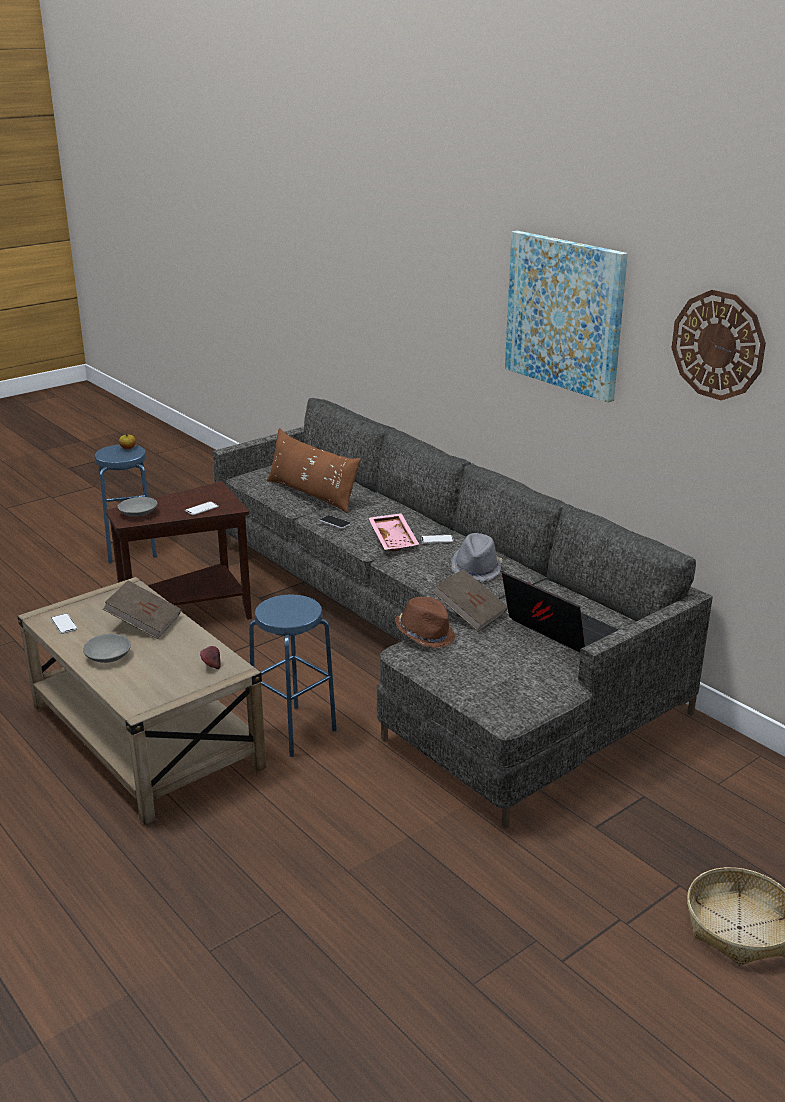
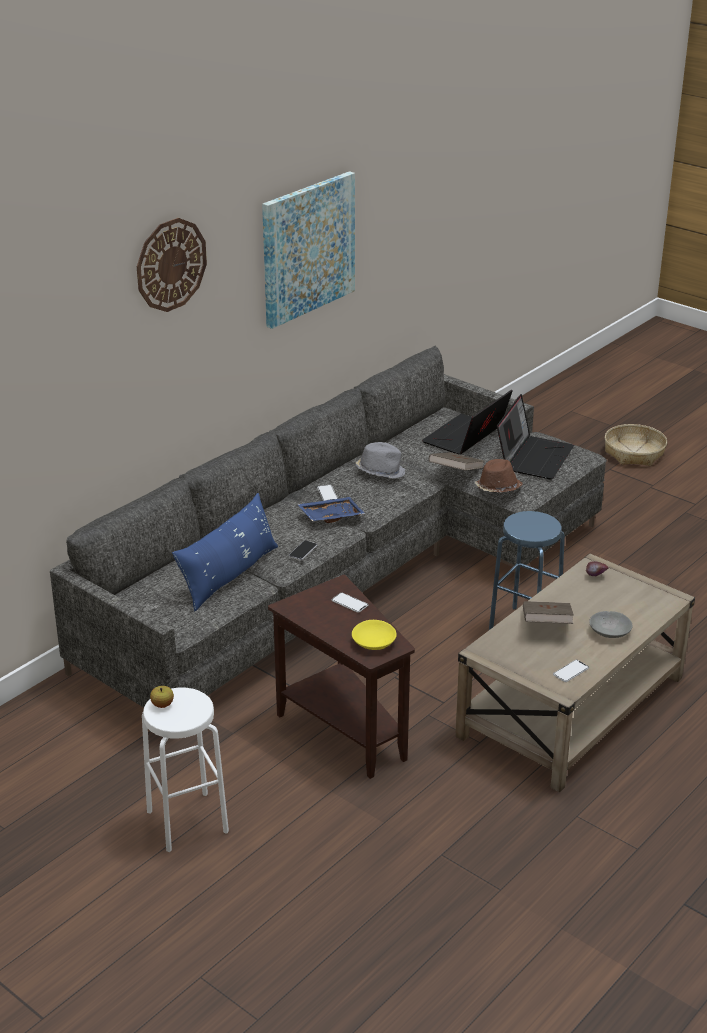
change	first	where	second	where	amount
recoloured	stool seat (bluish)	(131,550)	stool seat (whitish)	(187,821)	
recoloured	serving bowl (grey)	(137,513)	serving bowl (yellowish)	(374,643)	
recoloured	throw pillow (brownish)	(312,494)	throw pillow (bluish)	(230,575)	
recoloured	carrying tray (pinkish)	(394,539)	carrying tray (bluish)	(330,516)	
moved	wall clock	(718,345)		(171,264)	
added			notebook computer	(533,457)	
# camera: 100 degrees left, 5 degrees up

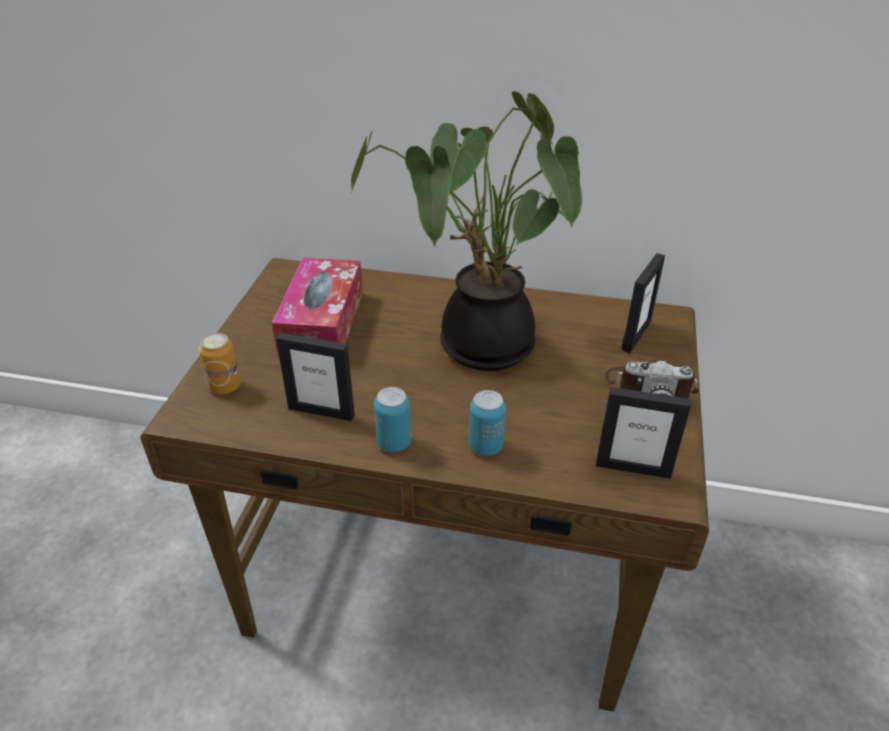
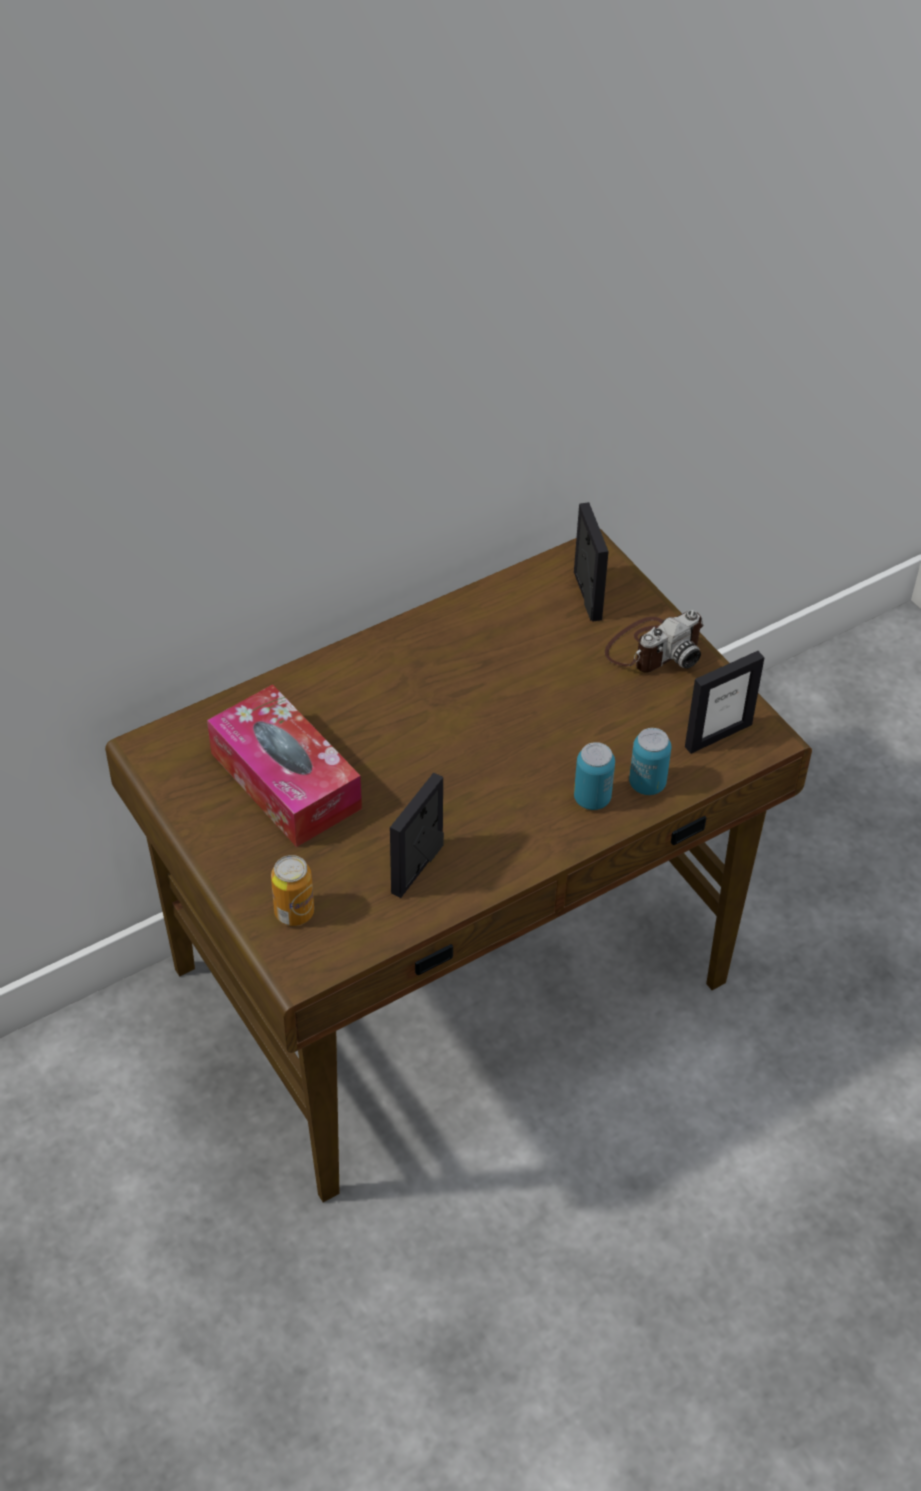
change	first	where	second	where	amount
turned	picture frame	(321,411)		(418,868)	150 degrees clockwise
removed	houseplant	(478,346)			
moved	sealed can	(394,443)		(647,784)	
# camera: 45 degrees left, 10 degrees up

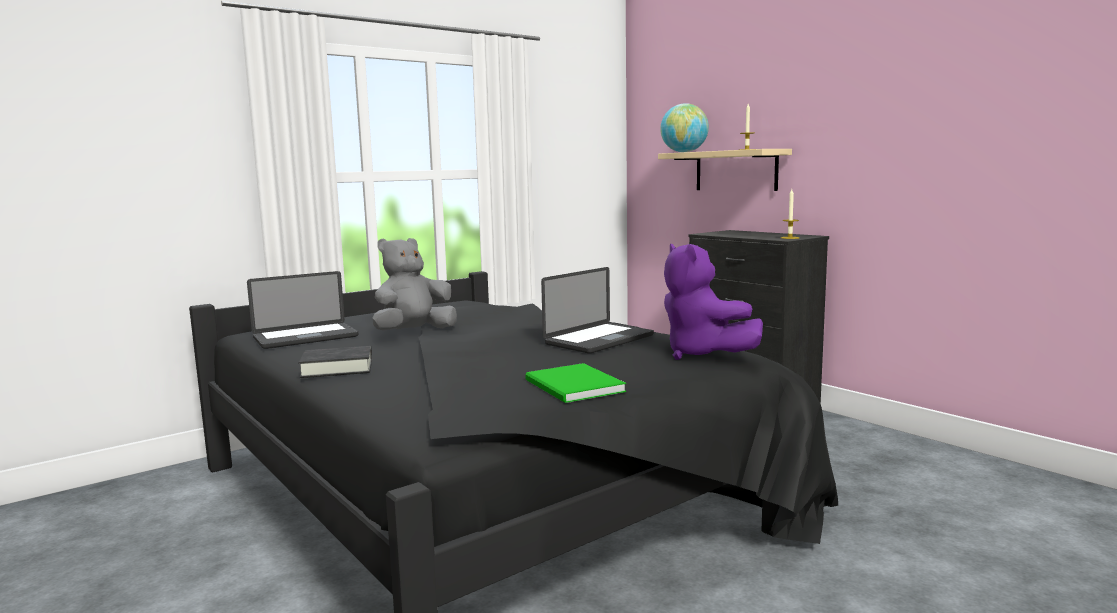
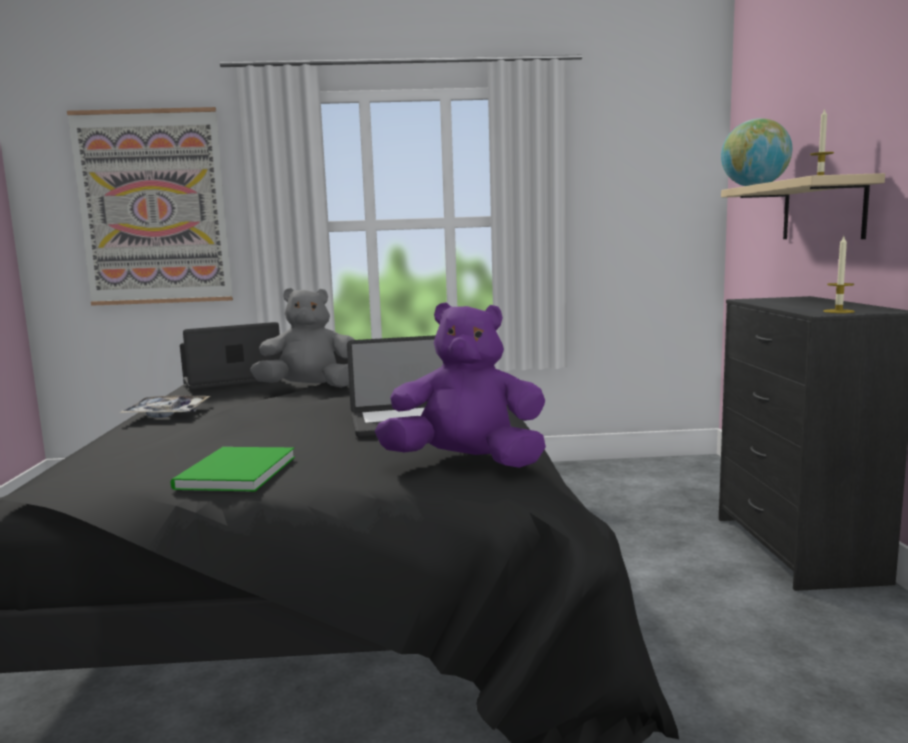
change	first	where	second	where	amount
turned	notebook computer	(306,337)		(233,381)	150 degrees clockwise
replaced	bound book (black)	(337,368)	carrying tray	(167,414)	
turned	cuddly toy (purplish)	(702,354)		(466,463)	90 degrees clockwise
added			wall picture	(153,208)	
# camera: 35 degrees right, 0 degrees up

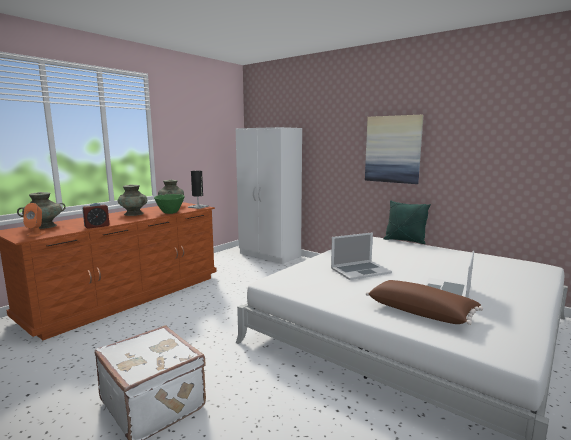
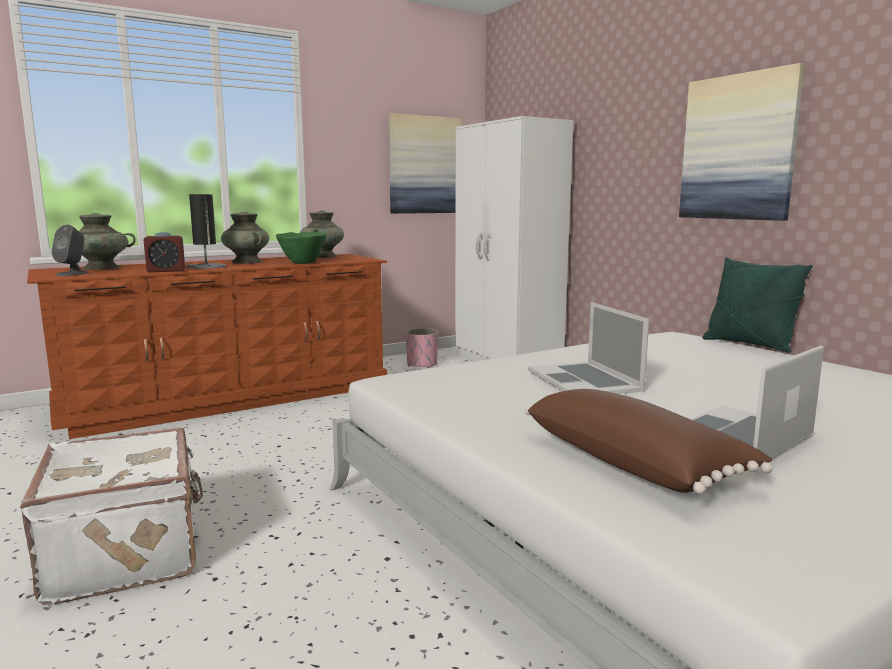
change	first	where	second	where	amount
recoloured	speaker (orange)	(36,234)	speaker (grey)	(73,274)	
moved	tabletop lamp (black)	(198,207)		(206,267)	
turned	notebook computer	(360,270)		(584,380)	75 degrees clockwise
added			wall picture	(425,165)	
added			flower pot (pinkish)	(422,364)	
# camera: 20 degrees right, 0 degrees up

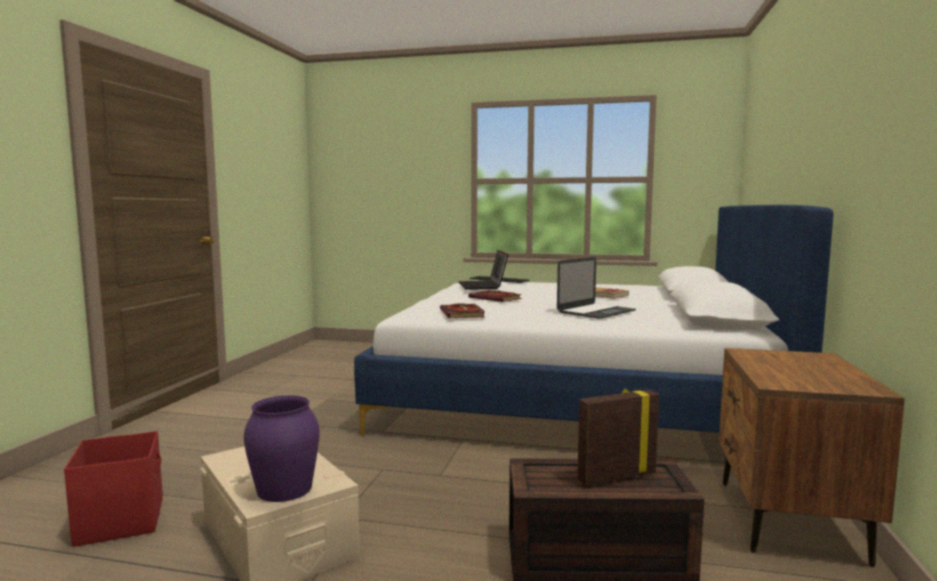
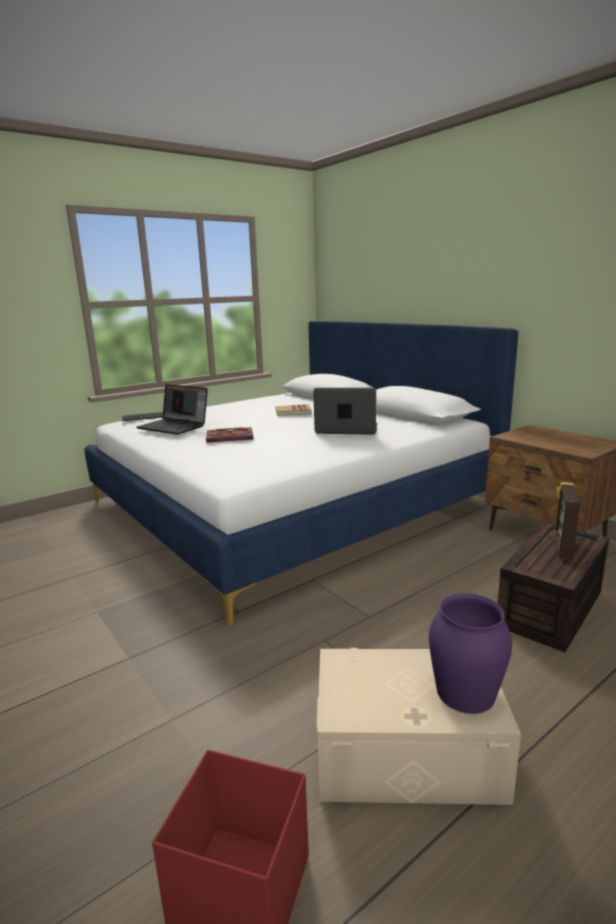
change	first	where	second	where	amount
removed	bound book	(463,314)			
turned	notebook computer	(596,311)		(346,429)	75 degrees counterclockwise
# camera: 50 degrees left, 10 degrees up

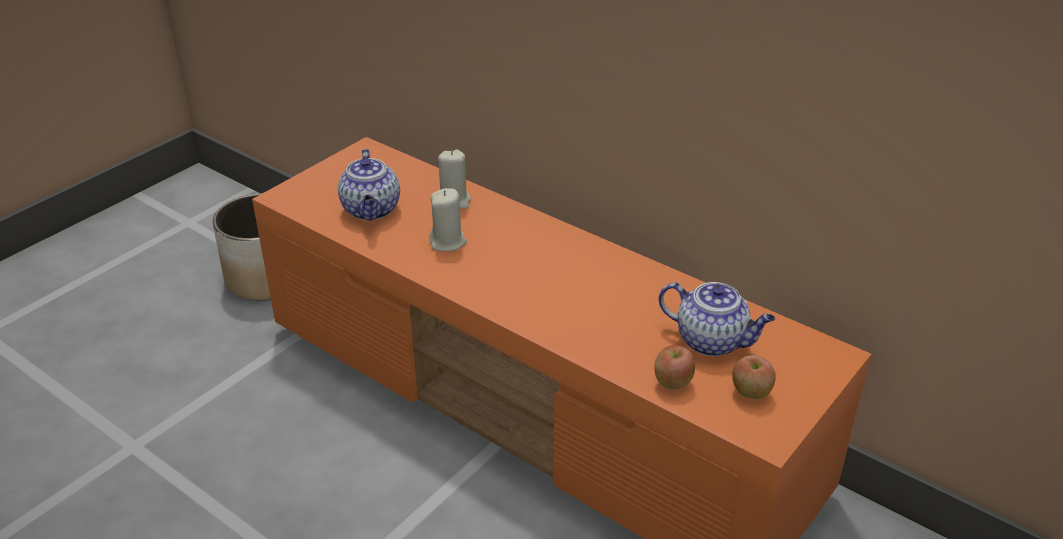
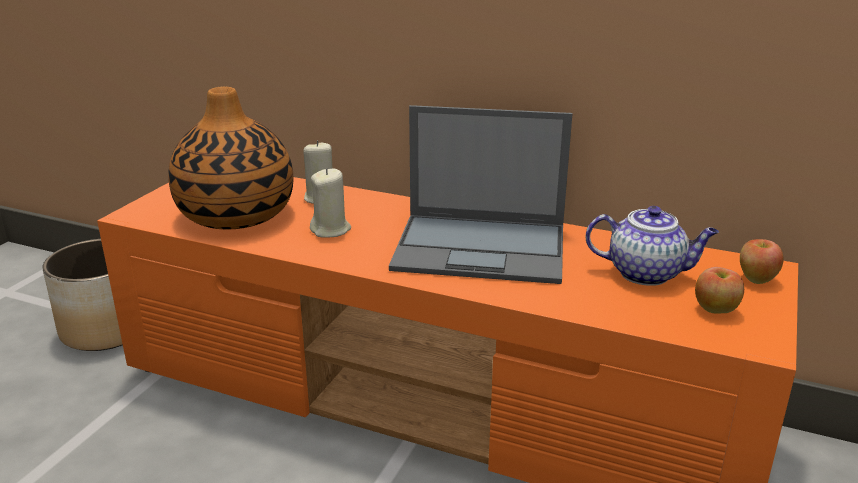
change	first	where	second	where	amount
replaced	pot for tea	(372,210)	flower vase	(237,215)	
moved	apple fruit	(672,382)		(756,279)	
added			notebook computer	(483,248)	
# camera: 15 degrees left, 10 degrees down

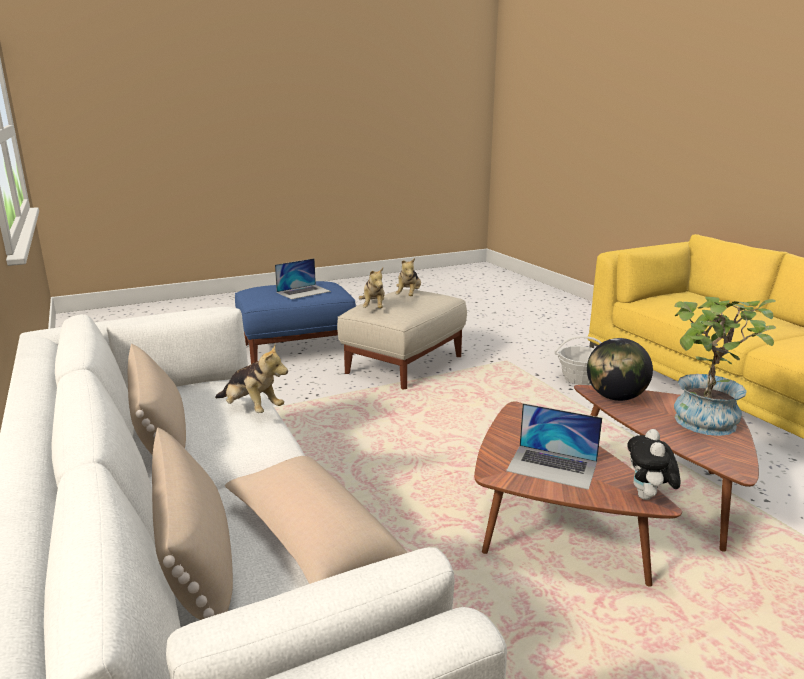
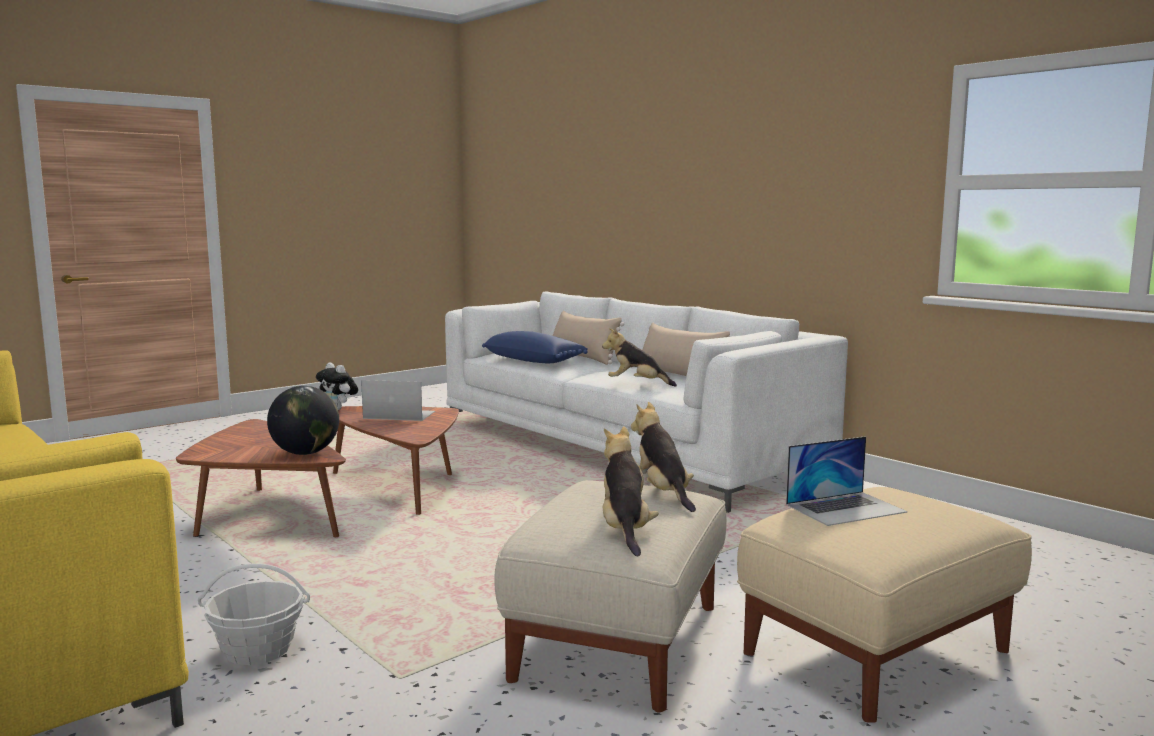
change	first	where	second	where	amount
recoloured	throw pillow (sand-coloured)	(311,543)	throw pillow (bluish)	(534,361)	
recoloured	ottoman (bluish)	(297,349)	ottoman (sand-coloured)	(874,651)	
turned	notebook computer	(304,292)		(845,508)	150 degrees counterclockwise
turned	cuddly toy	(648,497)		(338,409)	135 degrees clockwise
removed	houseplant	(703,425)			
# camera: 165 degrees right, 10 degrees down

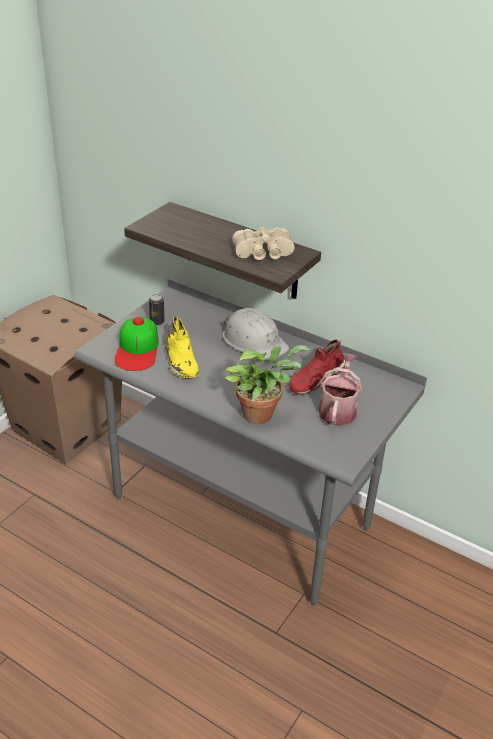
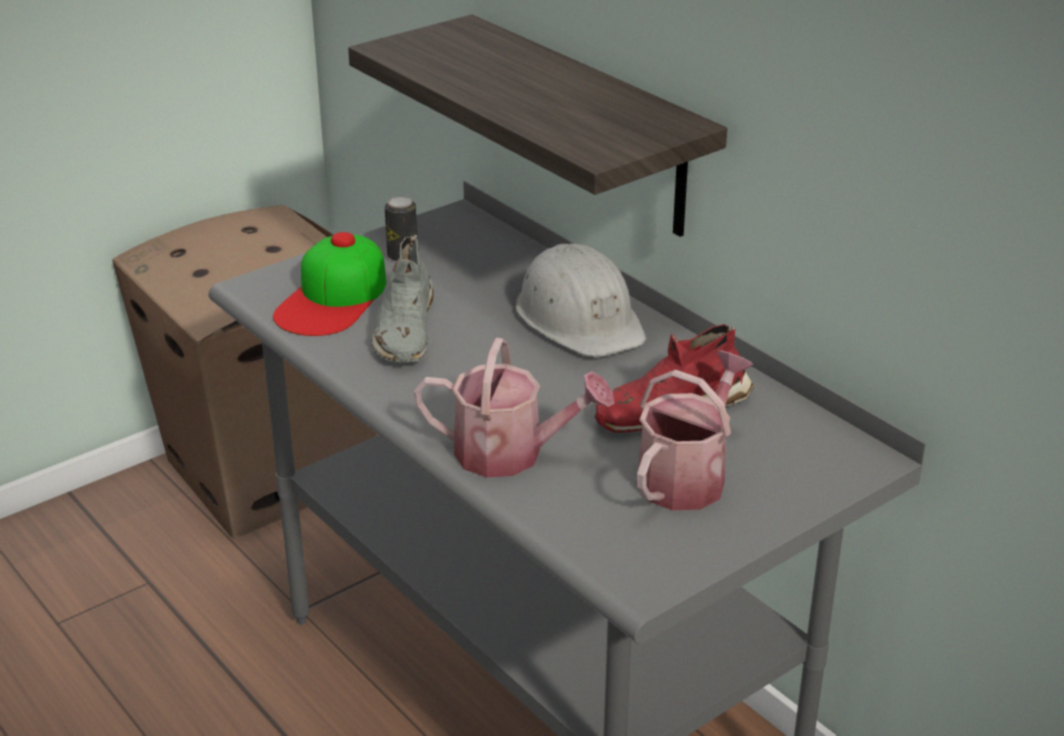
change	first	where	second	where	amount
recoloured	item of footwear (yellowish)	(180,360)	item of footwear (grey)	(404,330)	
replaced	houseplant	(261,412)	watering pot	(511,454)	
removed	binoculars (sand-coloured)	(263,254)			
# camera: 20 degrees right, 5 degrees down

